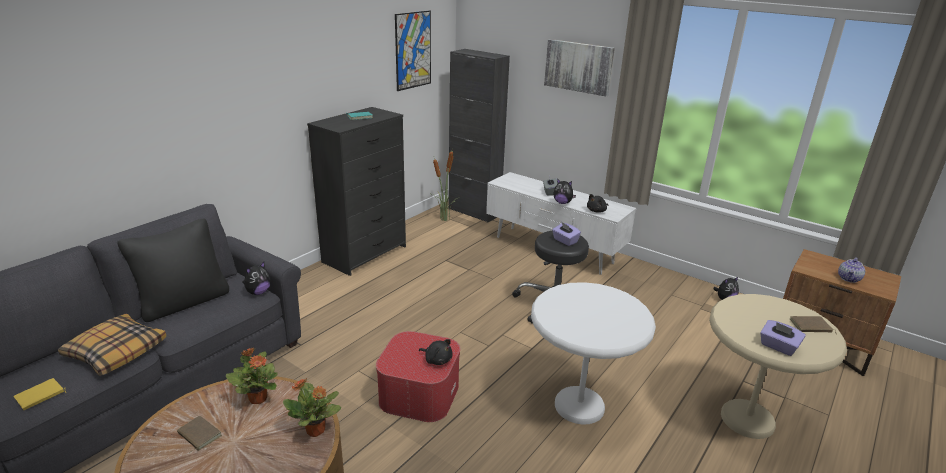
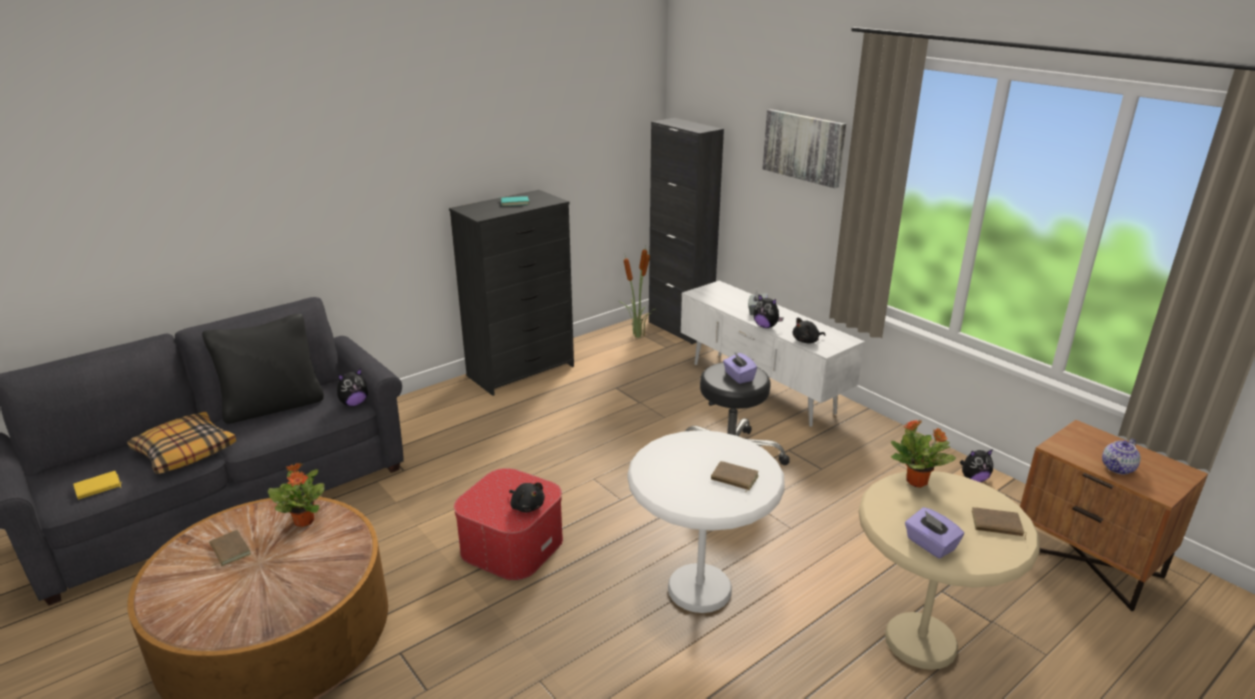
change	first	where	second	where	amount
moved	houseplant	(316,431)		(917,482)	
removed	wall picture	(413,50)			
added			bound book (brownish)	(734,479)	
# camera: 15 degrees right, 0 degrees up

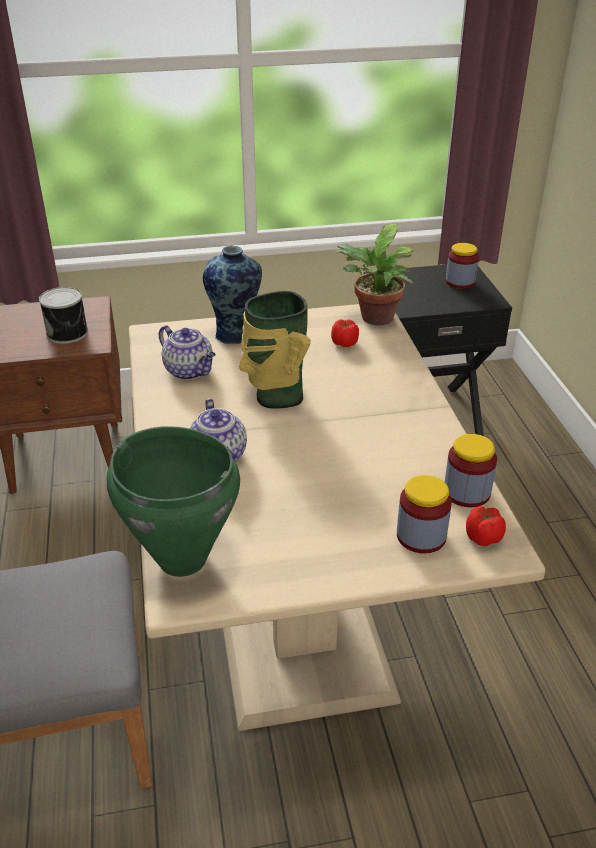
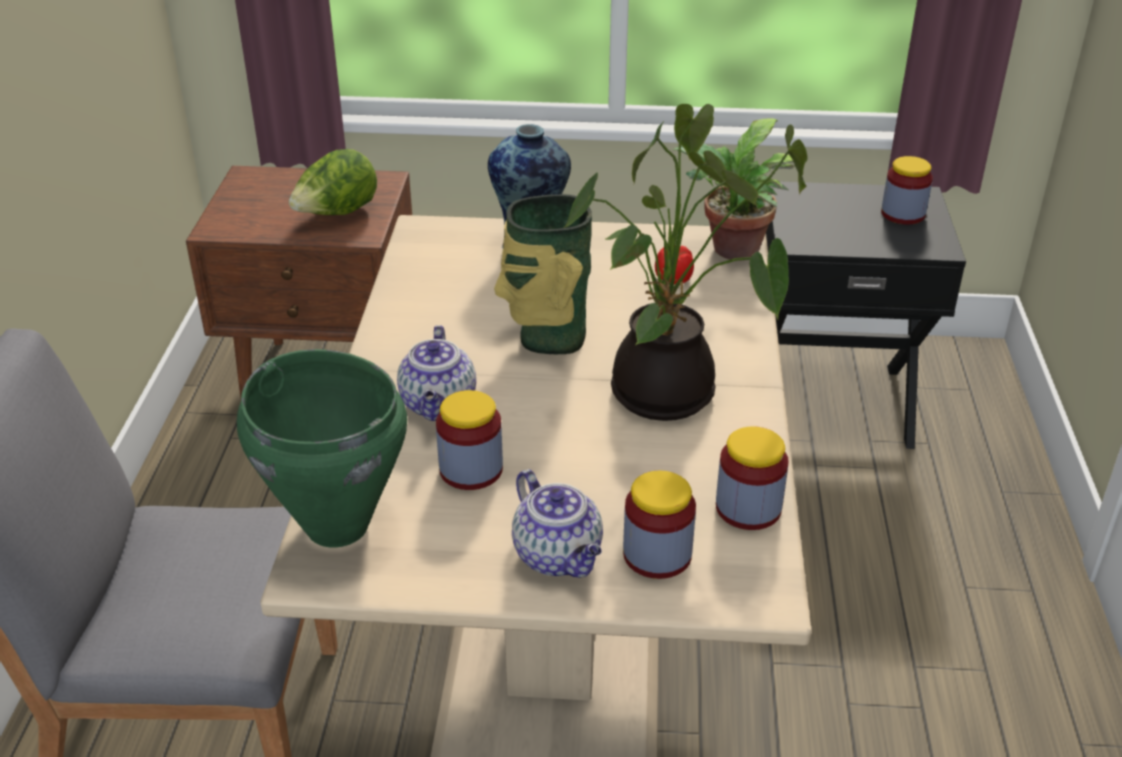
change	first	where	second	where	amount
replaced	sealed can	(68,333)	lettuce	(337,214)	
moved	pot for tea	(190,371)		(559,557)	
removed	tomato	(482,537)			
added			preserve jar	(471,469)	
added			houseplant	(671,397)	
# camera: 15 degrees right, 0 degrees up

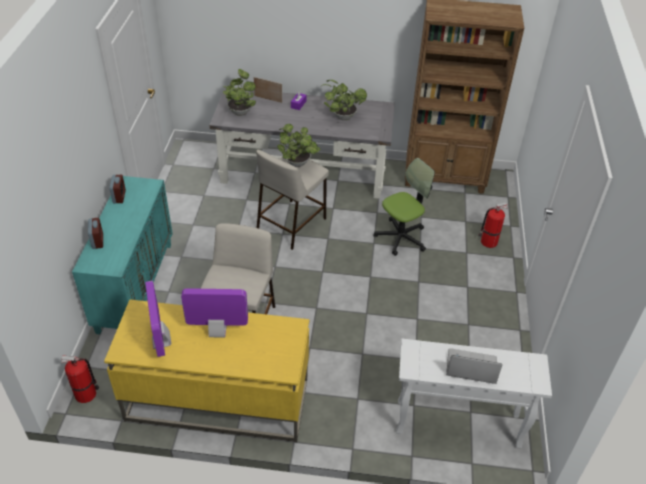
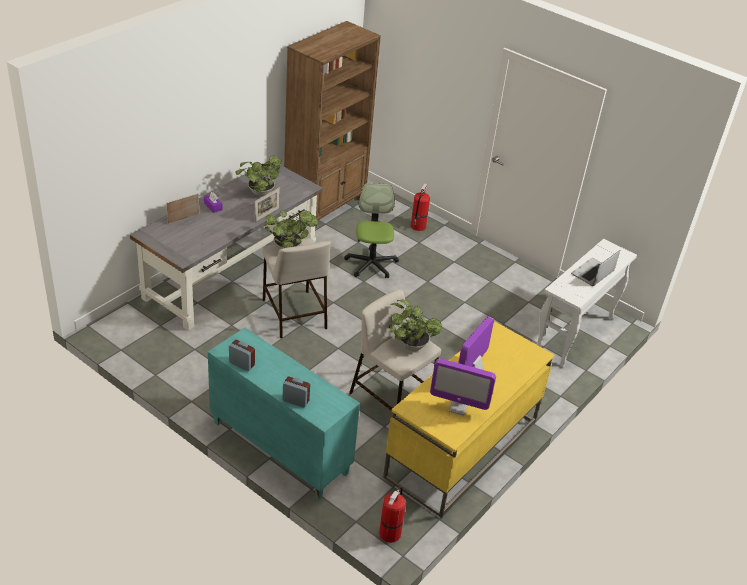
change	first	where	second	where	amount
moved	houseplant	(240,111)		(410,344)	
added			picture frame	(267,214)	
# camera: 60 degrees left, 5 degrees down

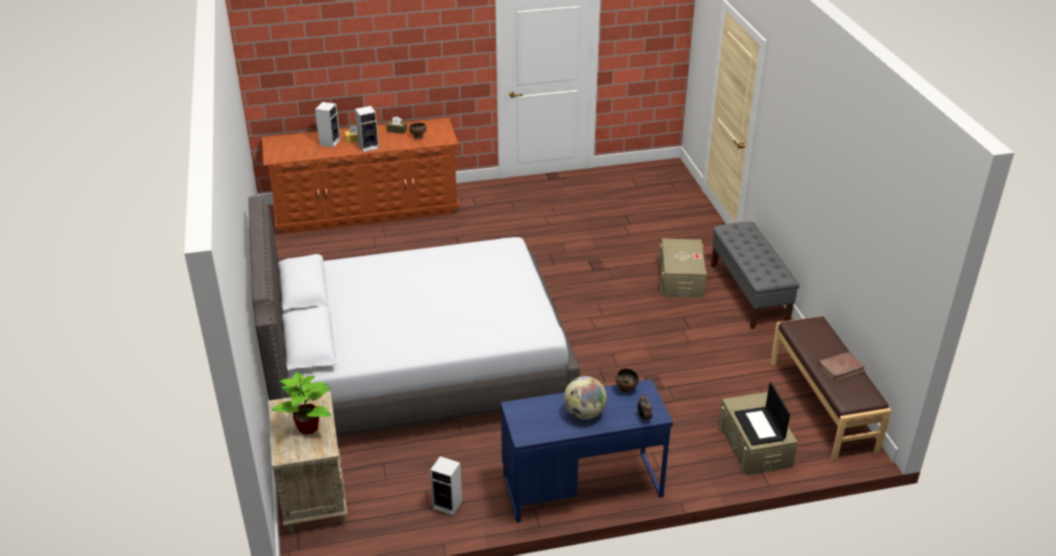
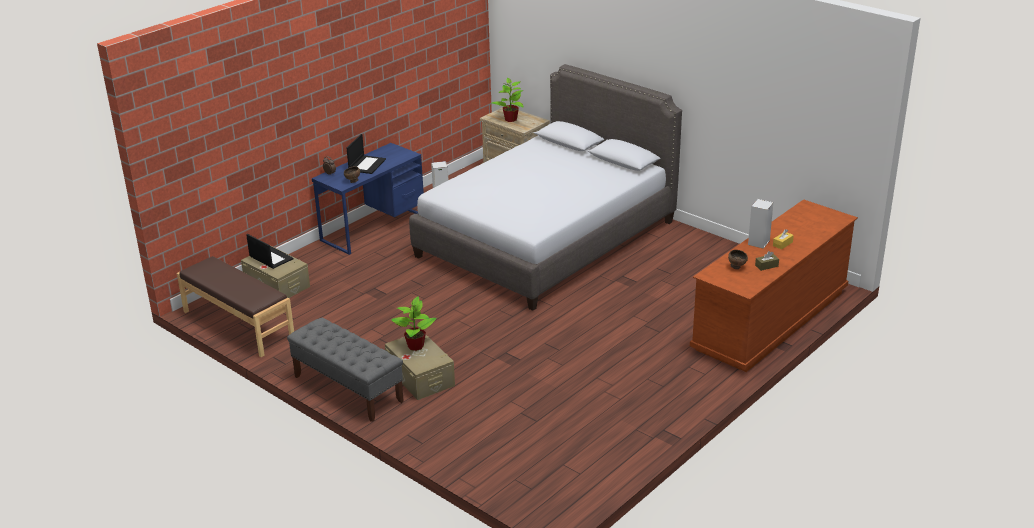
change	first	where	second	where	amount
removed	speaker	(330,142)			
replaced	globe	(584,413)	notebook computer	(367,164)	
removed	bound book (brownish)	(841,368)			
added			houseplant	(415,346)	
# camera: 145 degrees right, 5 degrees down

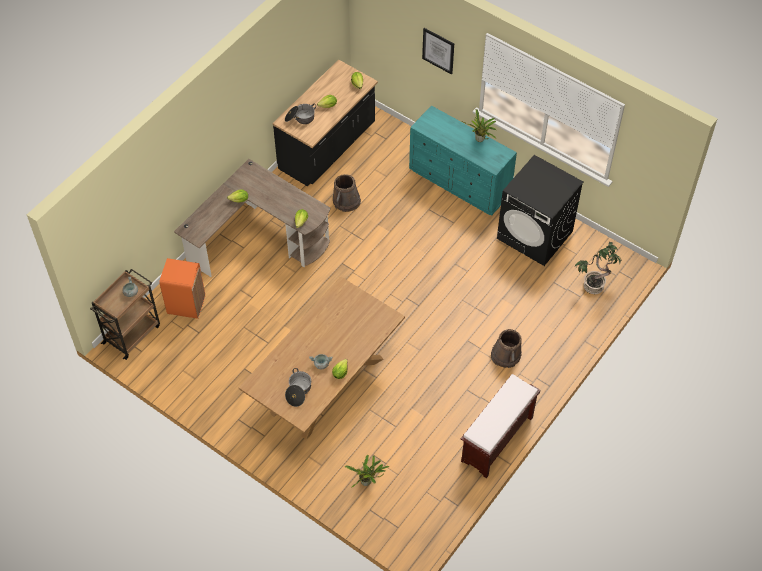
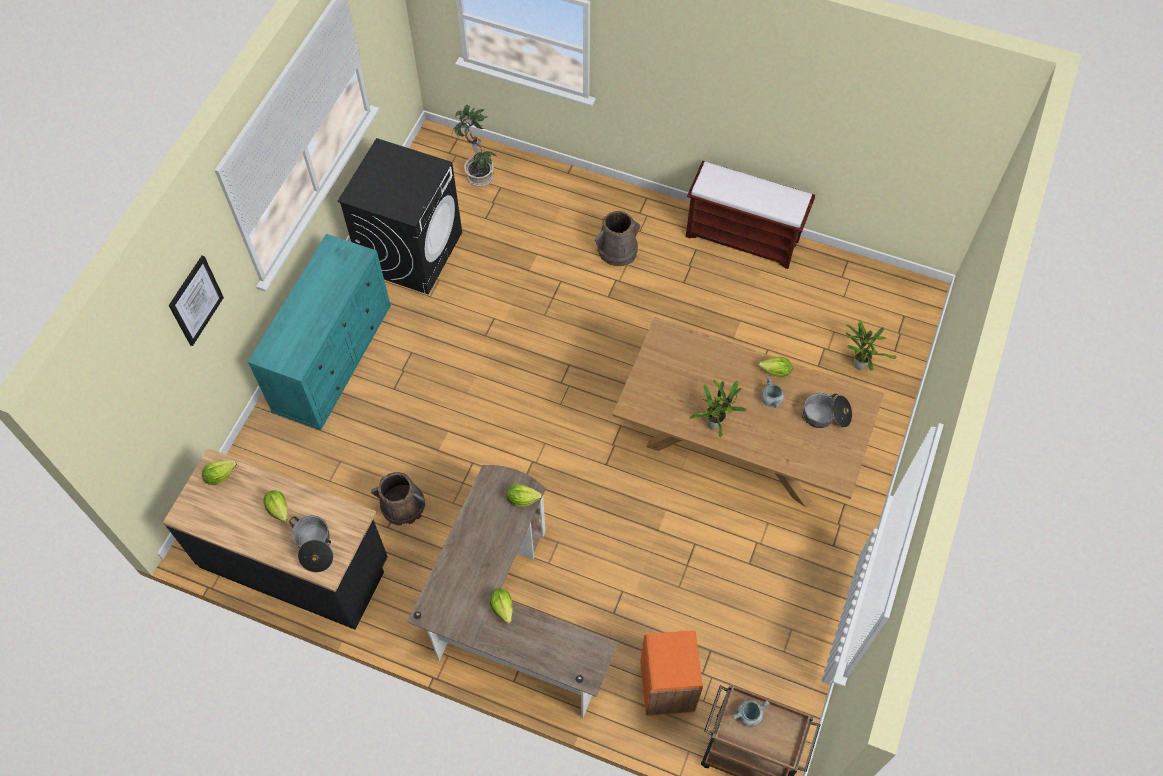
change	first	where	second	where	amount
moved	houseplant	(480,140)		(715,422)	
# camera: 105 degrees left, 5 degrees up

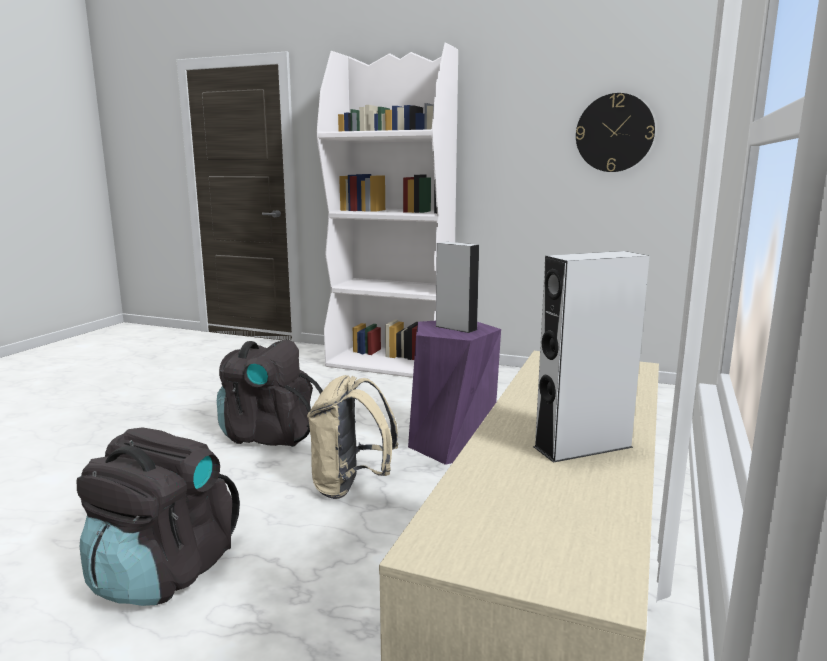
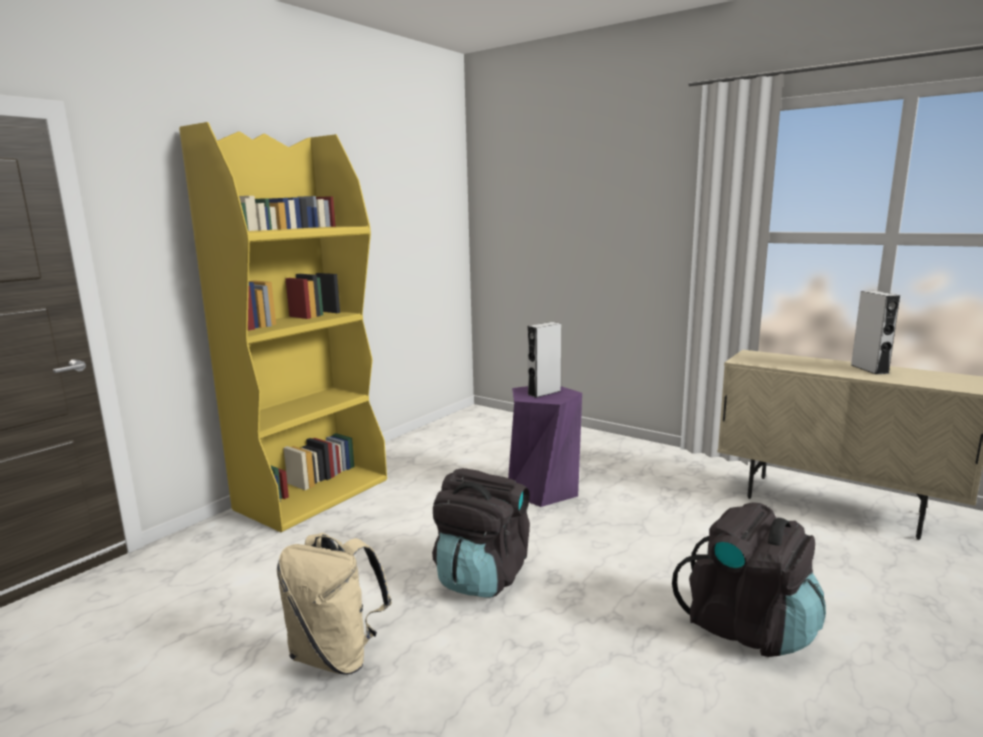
change	first	where	second	where	amount
moved	backpack (sand-coloured)	(351,486)		(337,655)	
recoloured	bookcase (whitish)	(391,363)	bookcase (yellowish)	(313,493)	
removed	wall clock	(614,133)			
# camera: 75 degrees left, 0 degrees up

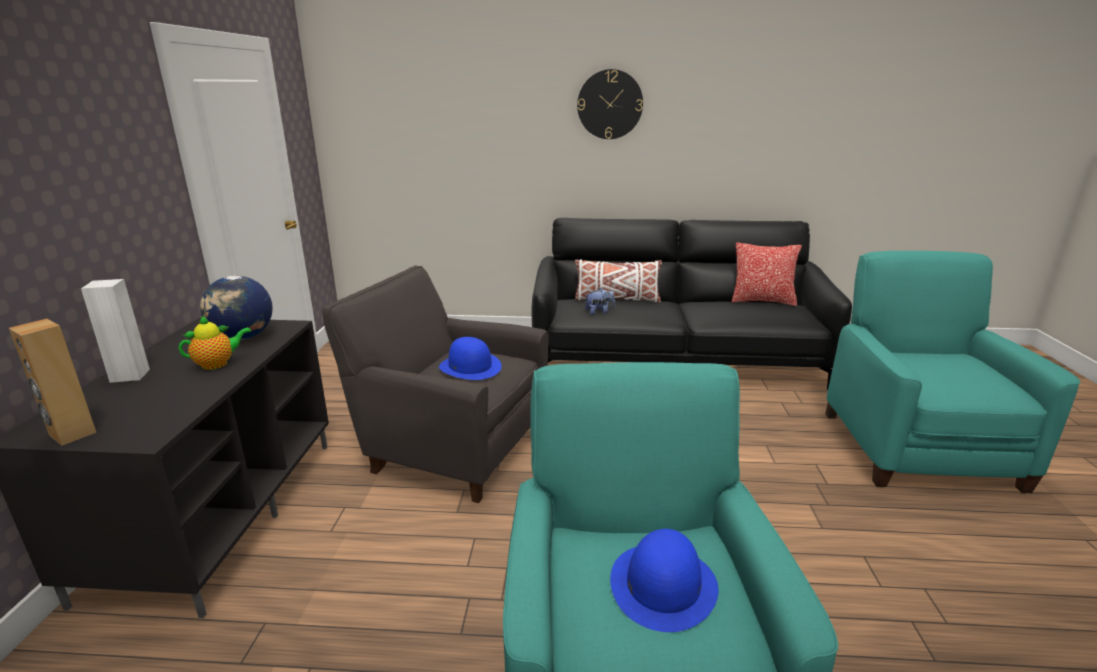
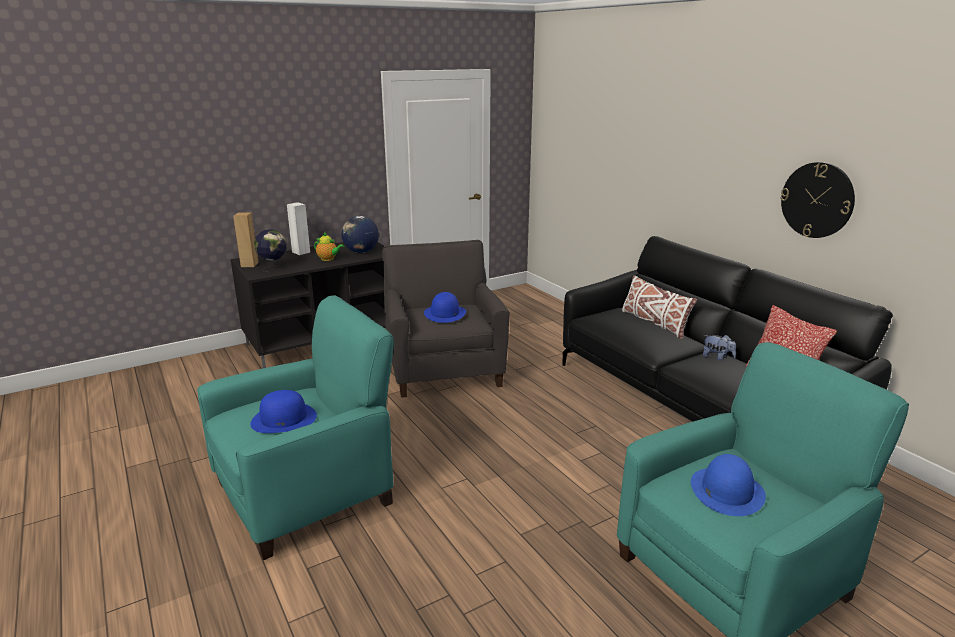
change	first	where	second	where	amount
moved	wall clock	(610,104)		(817,200)	
moved	cuddly toy	(599,312)		(717,358)	
added			globe	(273,267)	
added			hat (bluish)	(726,490)	
# camera: 55 degrees right, 0 degrees up

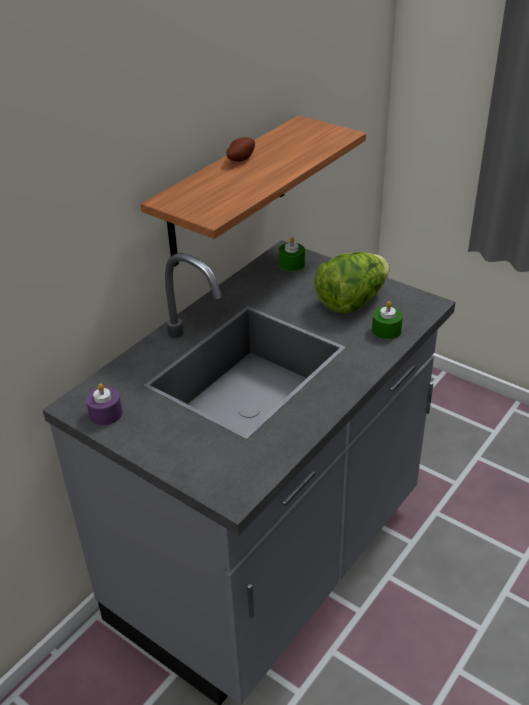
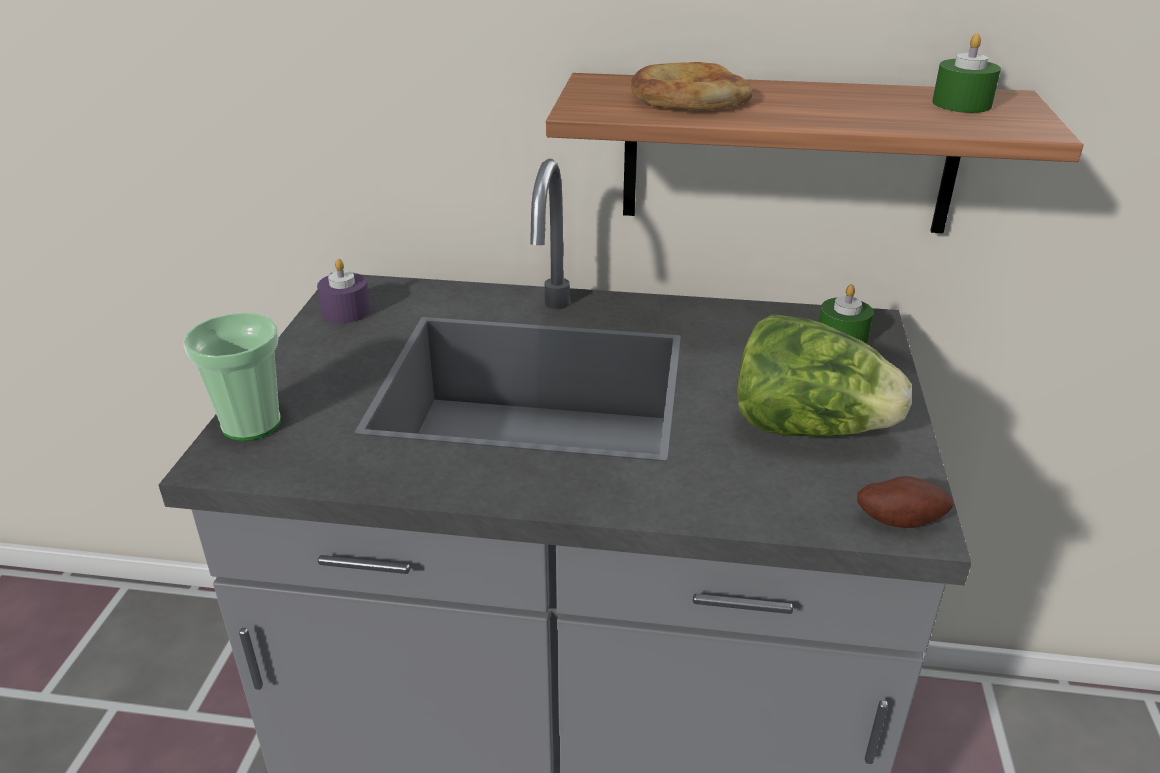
change	first	where	second	where	amount
moved	whole potato	(240,159)		(899,519)	
moved	candle (greenish)	(386,330)		(961,104)	
added			drinking cup	(251,424)	
added			bread	(688,97)	
# camera: 60 degrees right, 5 degrees down

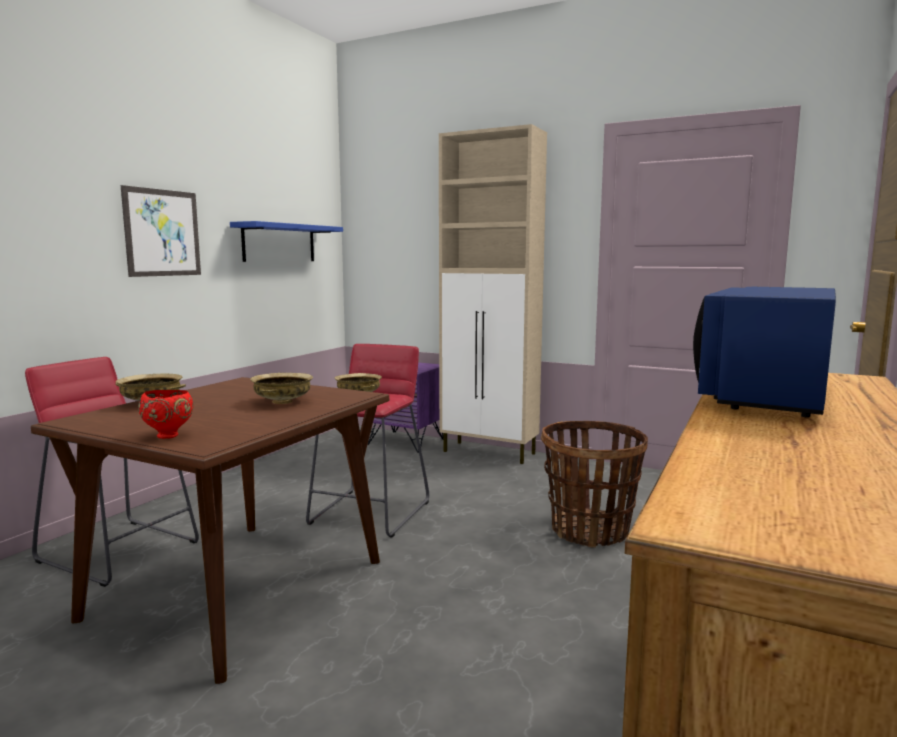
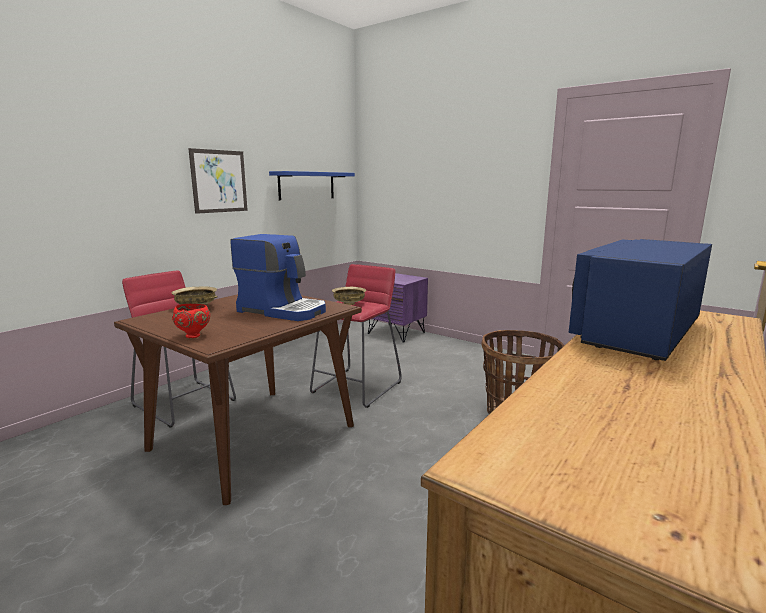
change	first	where	second	where	amount
replaced	serving bowl (sand-coloured)	(283,401)	coffee machine	(283,310)	
removed	storage cabinet (sand-coloured)	(490,453)			
# camera: 10 degrees right, 5 degrees up

